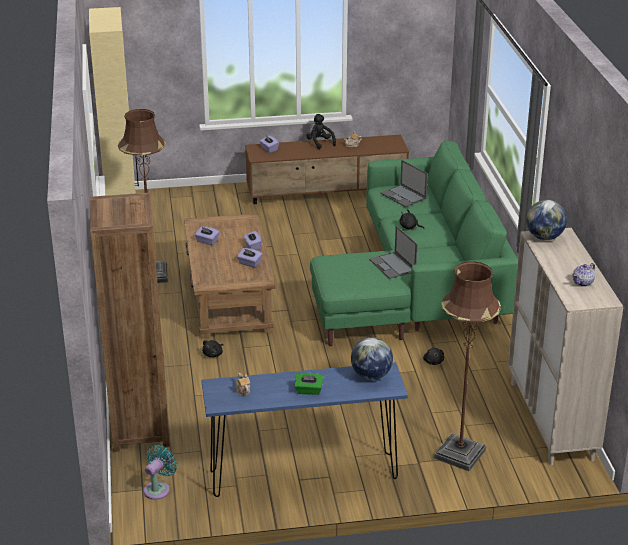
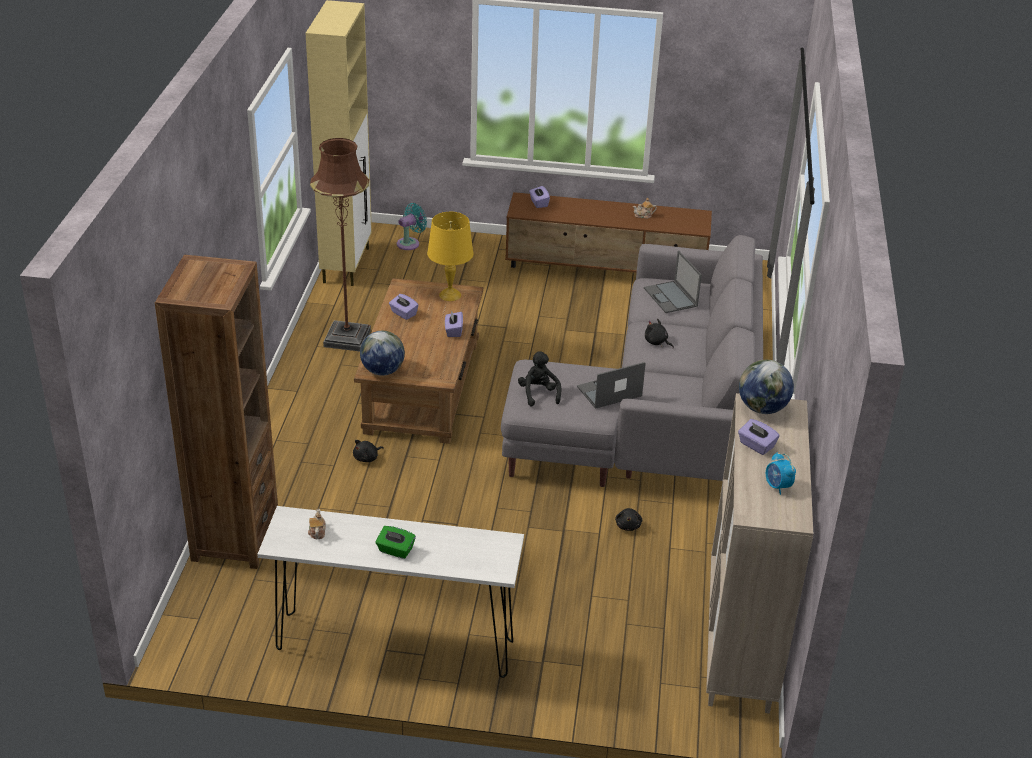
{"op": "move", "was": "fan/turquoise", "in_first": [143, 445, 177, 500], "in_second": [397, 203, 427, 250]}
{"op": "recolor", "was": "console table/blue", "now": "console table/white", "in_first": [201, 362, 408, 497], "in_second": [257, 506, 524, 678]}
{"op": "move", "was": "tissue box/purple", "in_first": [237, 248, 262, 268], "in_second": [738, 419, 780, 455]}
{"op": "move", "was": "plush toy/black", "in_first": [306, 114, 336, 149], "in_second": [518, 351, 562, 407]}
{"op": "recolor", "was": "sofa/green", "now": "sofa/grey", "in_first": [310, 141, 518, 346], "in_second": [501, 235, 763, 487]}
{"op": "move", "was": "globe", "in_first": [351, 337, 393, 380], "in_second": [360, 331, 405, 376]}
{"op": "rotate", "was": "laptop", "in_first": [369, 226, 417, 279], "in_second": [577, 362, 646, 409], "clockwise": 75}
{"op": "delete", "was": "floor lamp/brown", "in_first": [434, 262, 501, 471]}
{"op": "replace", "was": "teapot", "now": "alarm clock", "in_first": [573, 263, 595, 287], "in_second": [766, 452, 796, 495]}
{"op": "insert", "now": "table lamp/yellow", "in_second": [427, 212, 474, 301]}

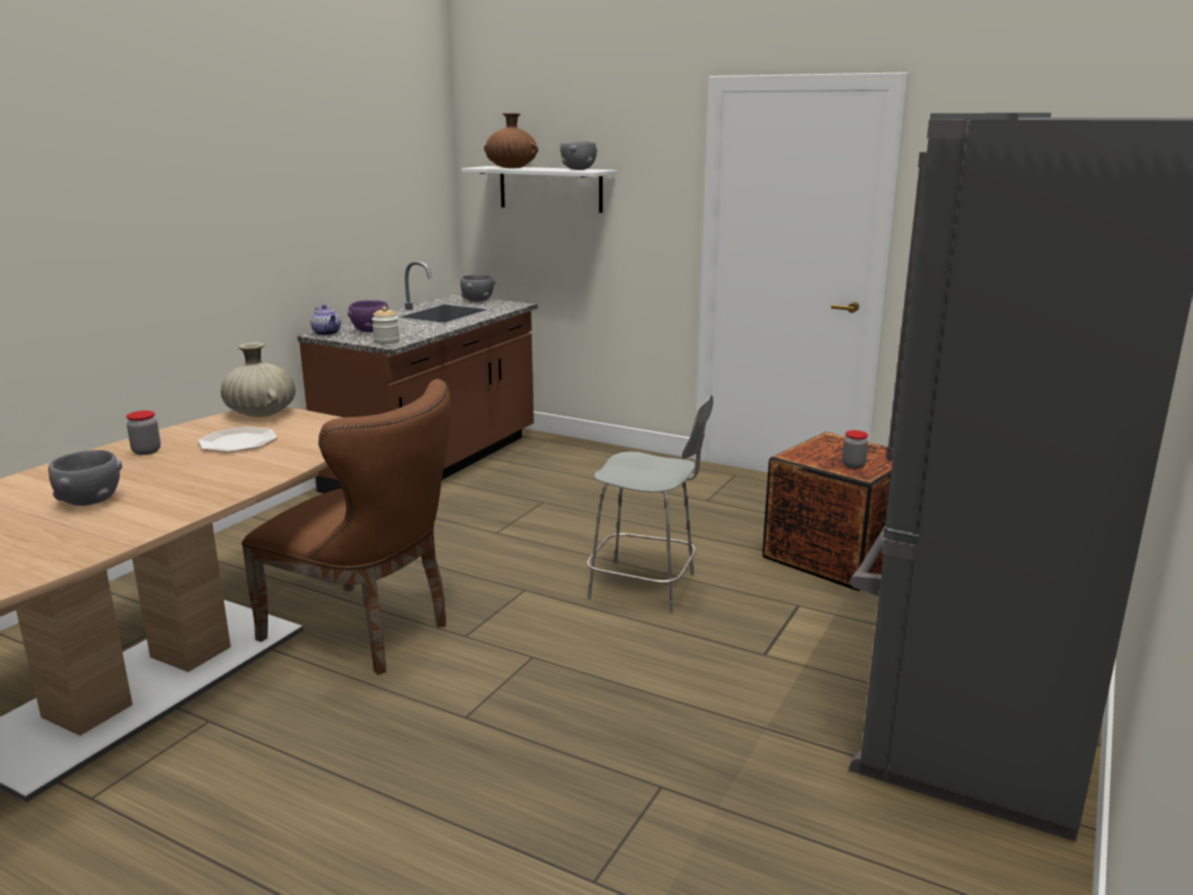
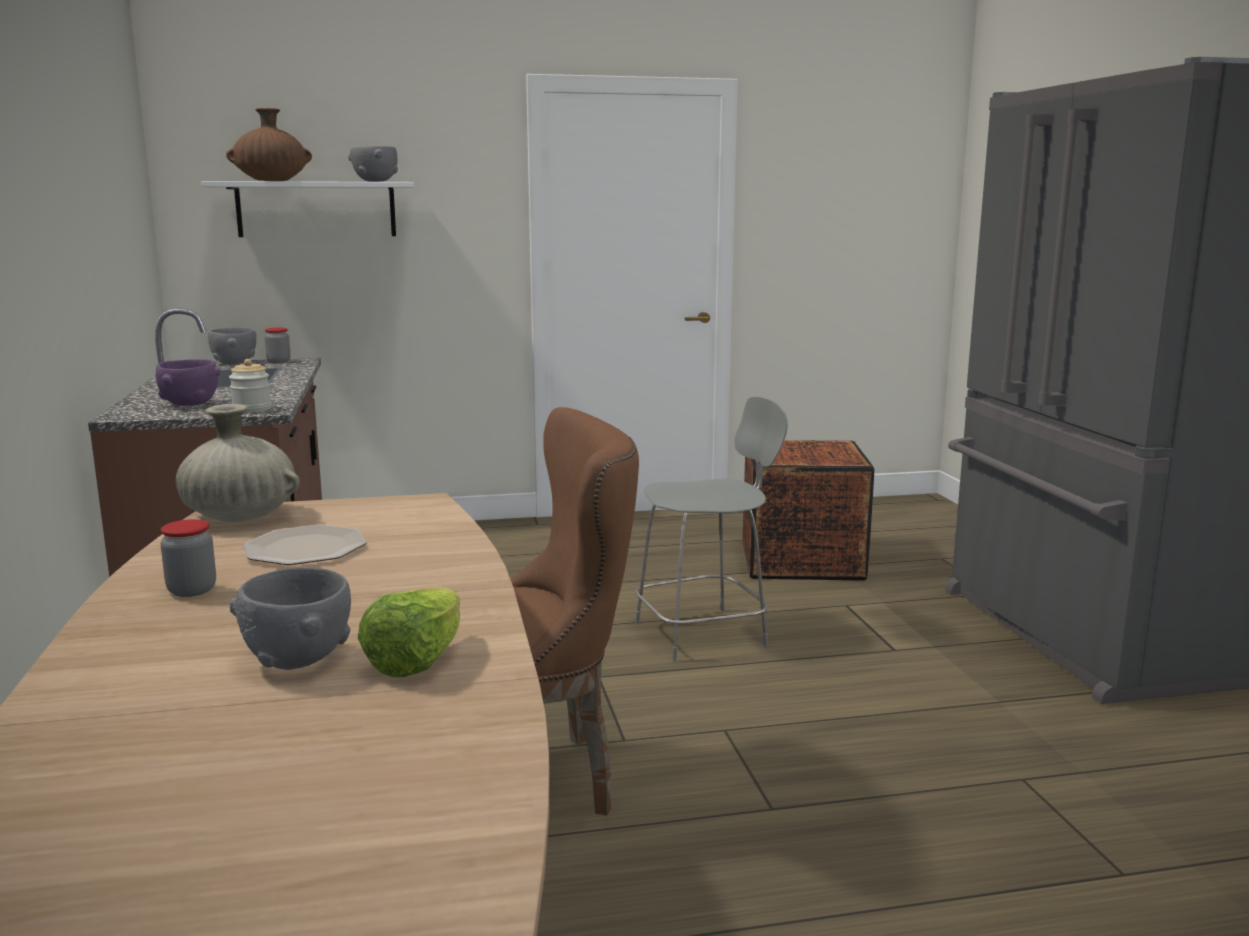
{"op": "delete", "was": "teapot", "in_first": [310, 305, 341, 335]}
{"op": "move", "was": "jar", "in_first": [842, 430, 868, 469], "in_second": [265, 328, 291, 363]}
{"op": "insert", "now": "lettuce", "in_second": [358, 587, 460, 677]}

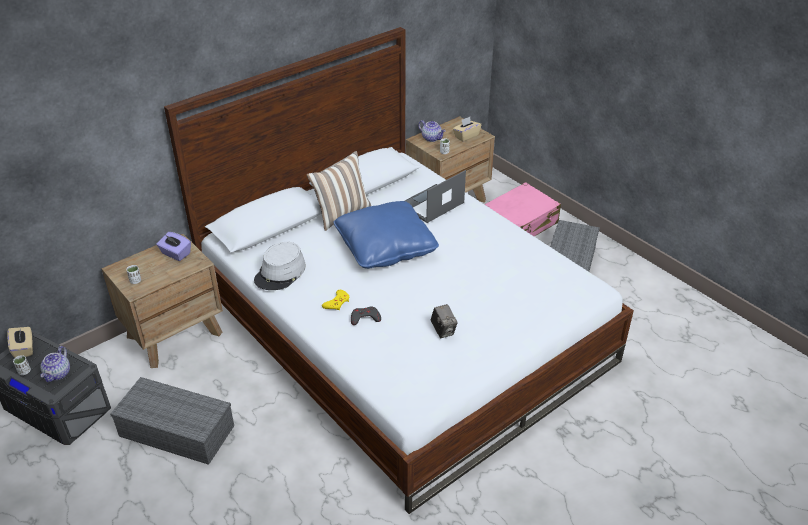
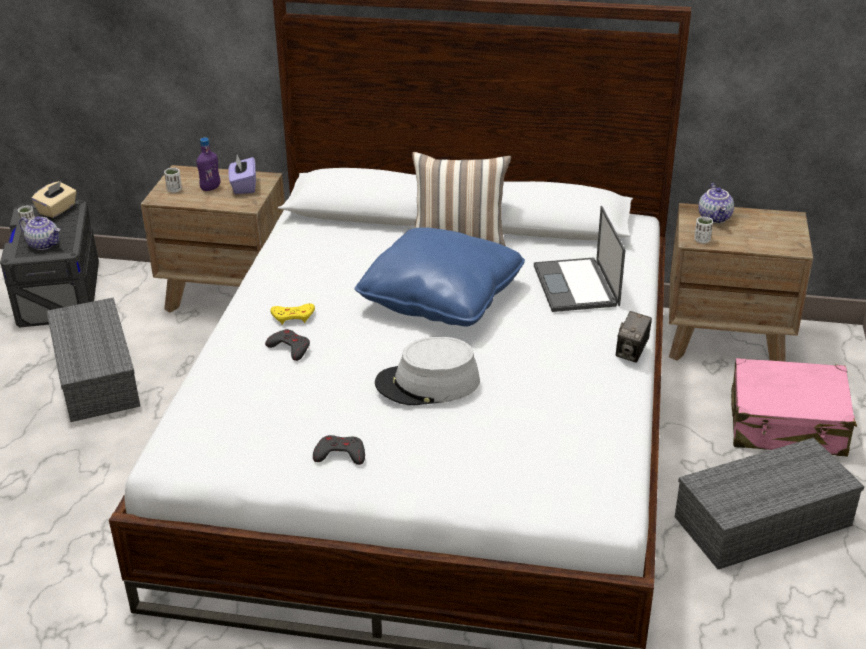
{"op": "rotate", "was": "teapot", "in_first": [40, 346, 70, 382], "in_second": [19, 216, 60, 250], "clockwise": -120}
{"op": "move", "was": "hat/grey", "in_first": [254, 242, 306, 290], "in_second": [375, 337, 480, 405]}
{"op": "rotate", "was": "laptop", "in_first": [405, 170, 466, 223], "in_second": [534, 206, 626, 312], "clockwise": -105}
{"op": "move", "was": "photo camera", "in_first": [431, 304, 458, 338], "in_second": [616, 311, 652, 363]}
{"op": "delete", "was": "tissue box/beige", "in_first": [453, 117, 481, 142]}
{"op": "insert", "now": "bottle/purple", "in_second": [197, 138, 221, 191]}
{"op": "insert", "now": "game controller/grey", "in_second": [313, 435, 365, 465]}

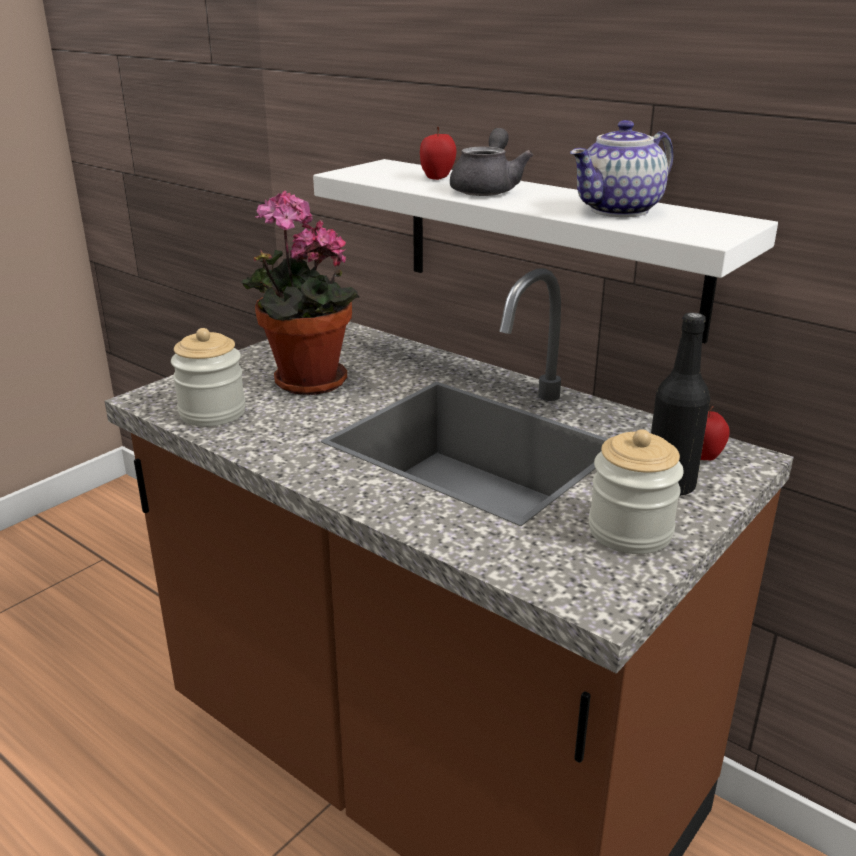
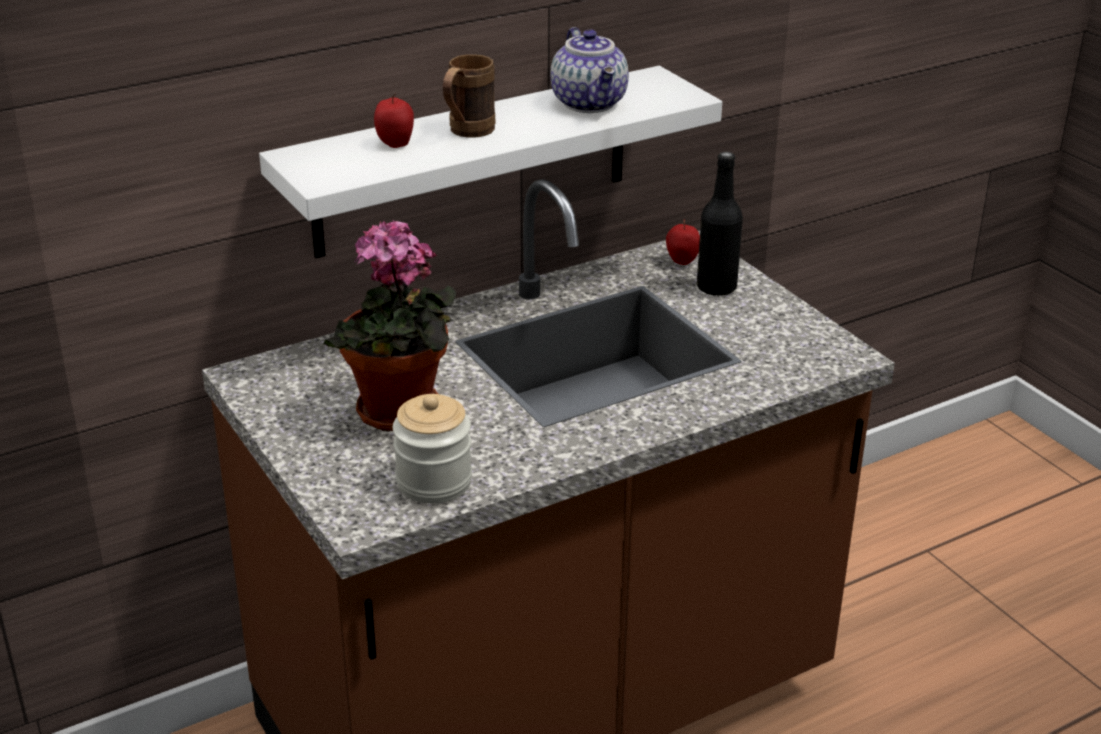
{"op": "replace", "was": "teapot/grey", "now": "mug/brown", "in_first": [450, 128, 533, 196], "in_second": [443, 54, 495, 138]}
{"op": "delete", "was": "jar", "in_first": [589, 429, 684, 554]}

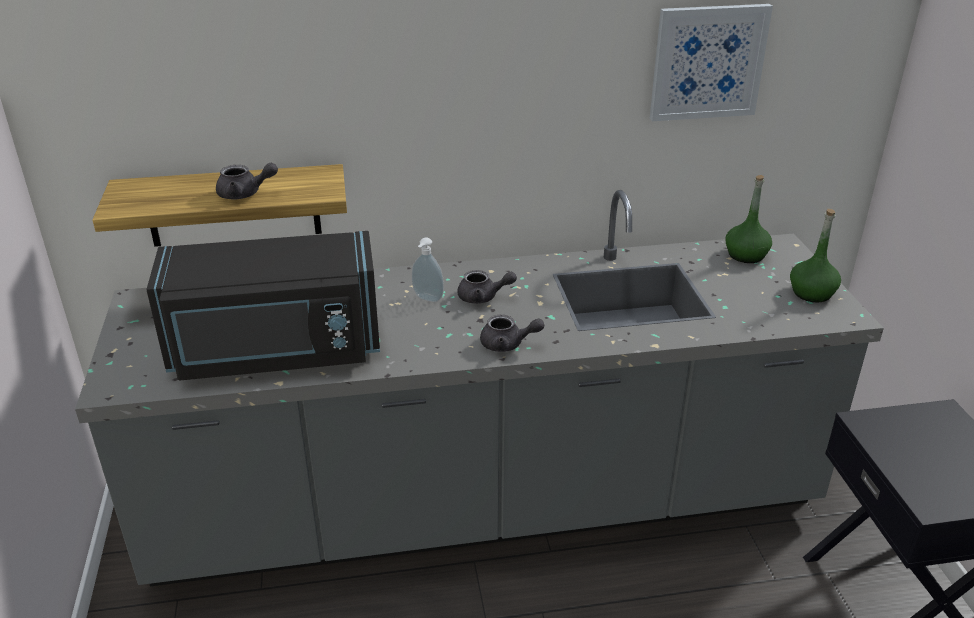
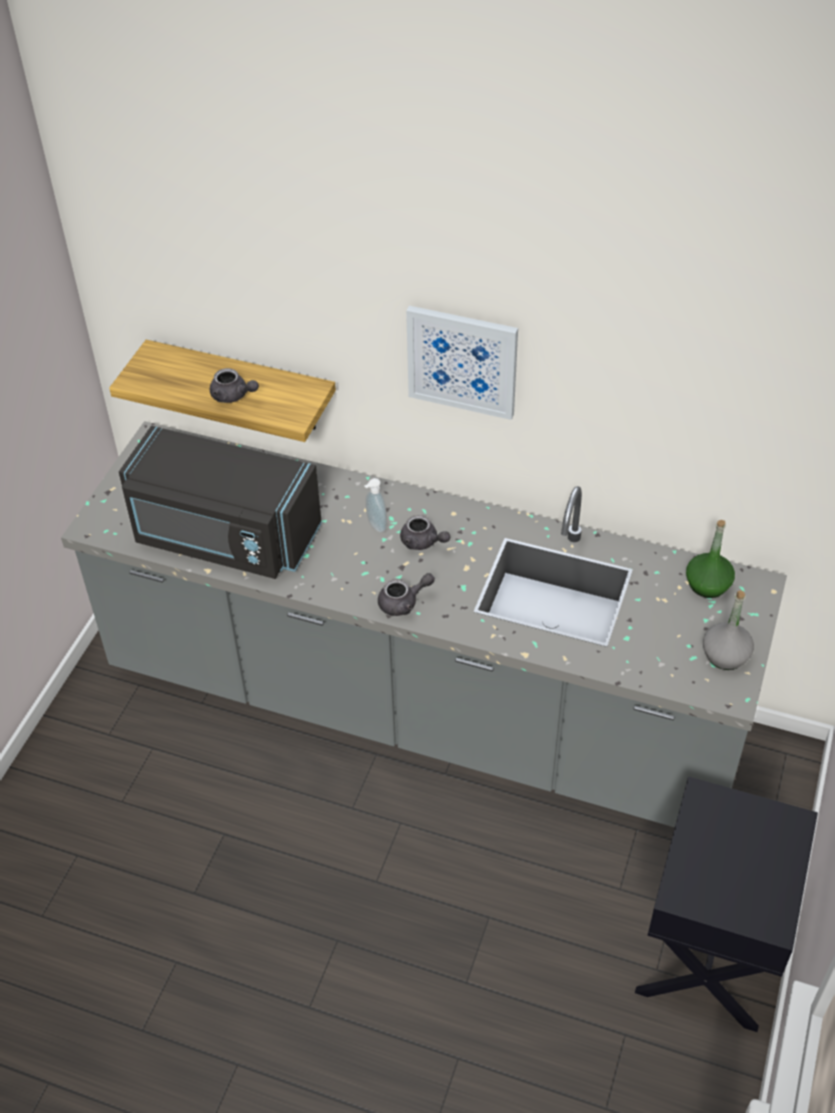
{"op": "rotate", "was": "teapot/grey", "in_first": [480, 315, 544, 352], "in_second": [378, 573, 435, 616], "clockwise": -60}
{"op": "move", "was": "picture", "in_first": [650, 4, 773, 121], "in_second": [406, 306, 518, 420]}
{"op": "recolor", "was": "bottle/green", "now": "bottle/grey", "in_first": [790, 209, 841, 302], "in_second": [703, 590, 754, 670]}

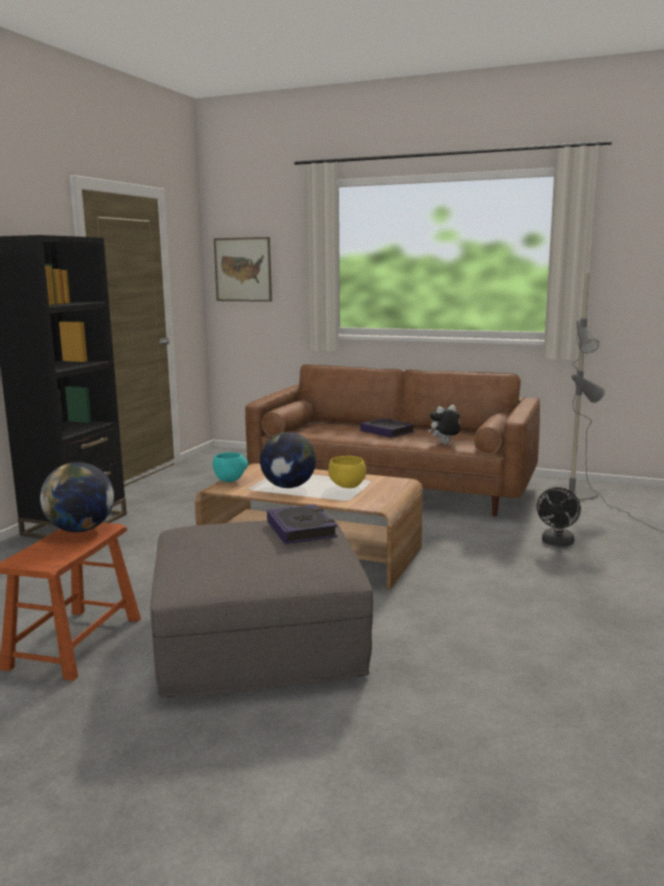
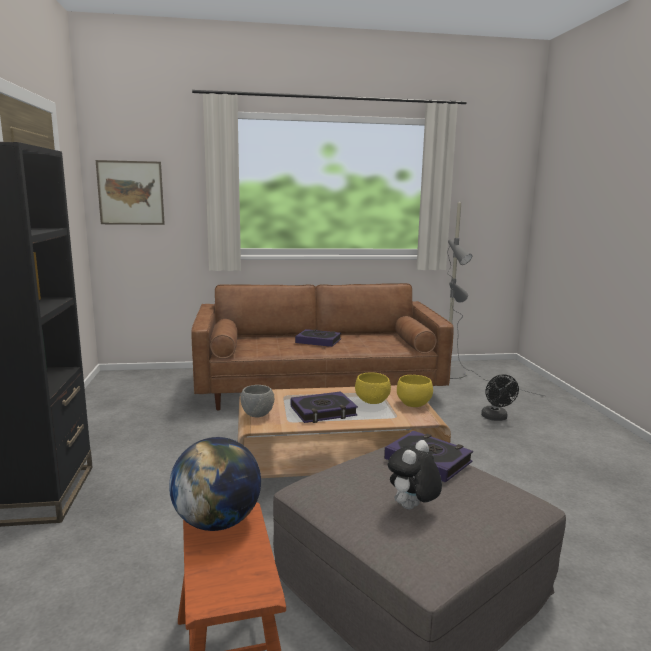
{"op": "recolor", "was": "bowl/turquoise", "now": "bowl/grey", "in_first": [213, 452, 248, 482], "in_second": [240, 385, 274, 418]}
{"op": "replace", "was": "globe", "now": "book", "in_first": [260, 432, 316, 488], "in_second": [291, 391, 358, 423]}
{"op": "move", "was": "plush toy", "in_first": [428, 405, 461, 443], "in_second": [388, 440, 442, 509]}
{"op": "insert", "now": "bowl/yellow", "in_second": [397, 375, 433, 407]}

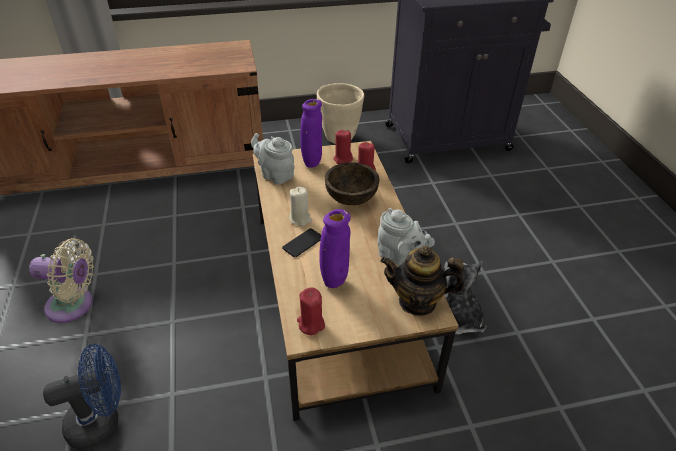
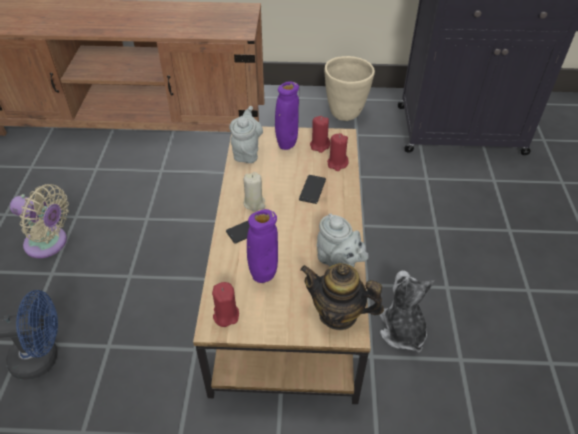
{"op": "rotate", "was": "teapot/grey", "in_first": [251, 133, 295, 184], "in_second": [229, 106, 263, 163], "clockwise": 45}
{"op": "replace", "was": "bowl/brown", "now": "phone", "in_first": [324, 162, 380, 205], "in_second": [299, 175, 326, 204]}

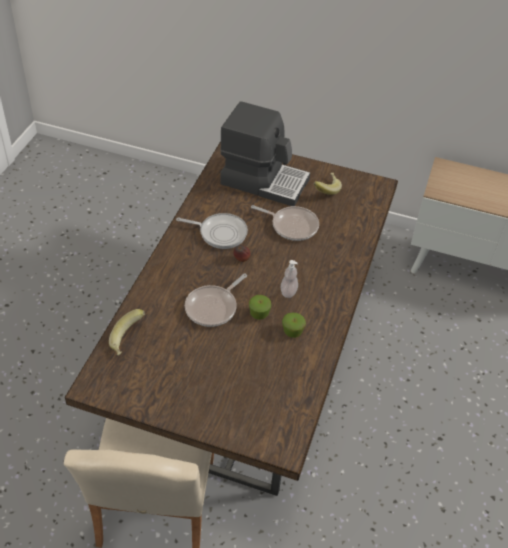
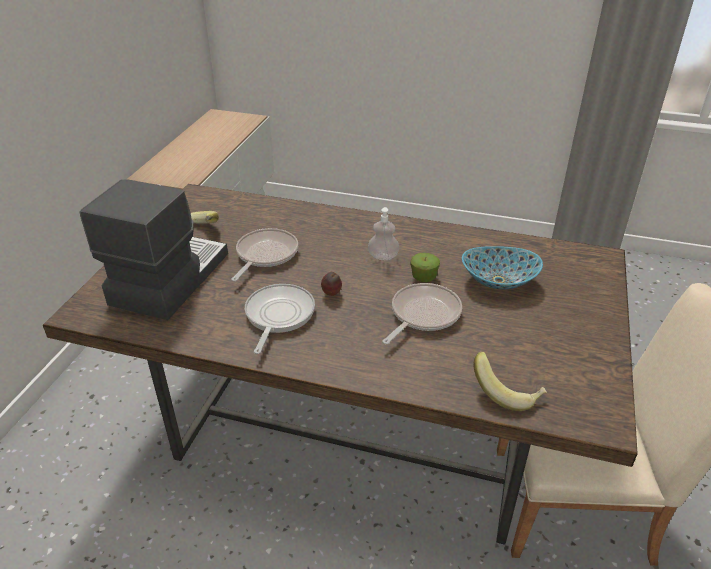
{"op": "rotate", "was": "frying pan", "in_first": [185, 274, 247, 327], "in_second": [382, 283, 462, 344], "clockwise": -90}
{"op": "delete", "was": "apple", "in_first": [282, 313, 306, 338]}
{"op": "insert", "now": "bowl", "in_second": [462, 246, 543, 289]}

